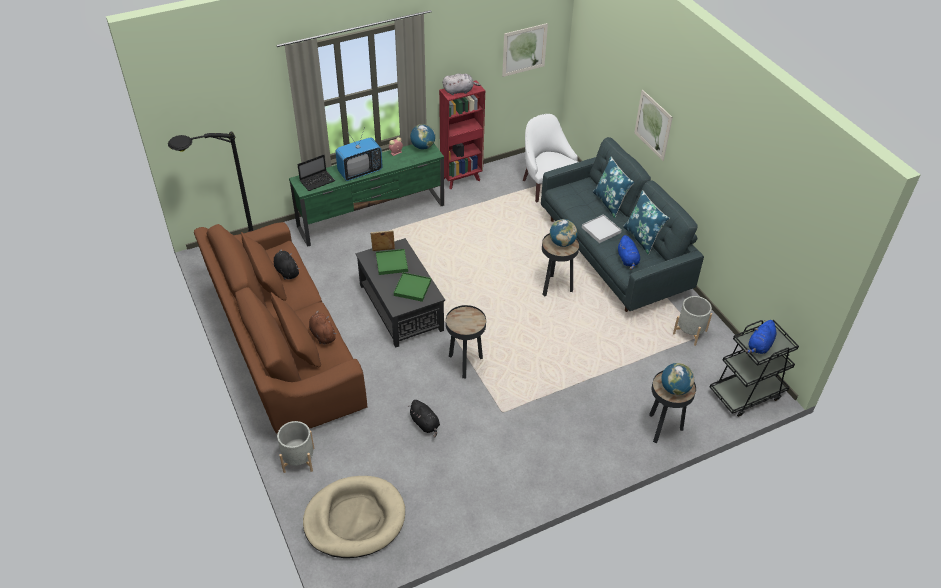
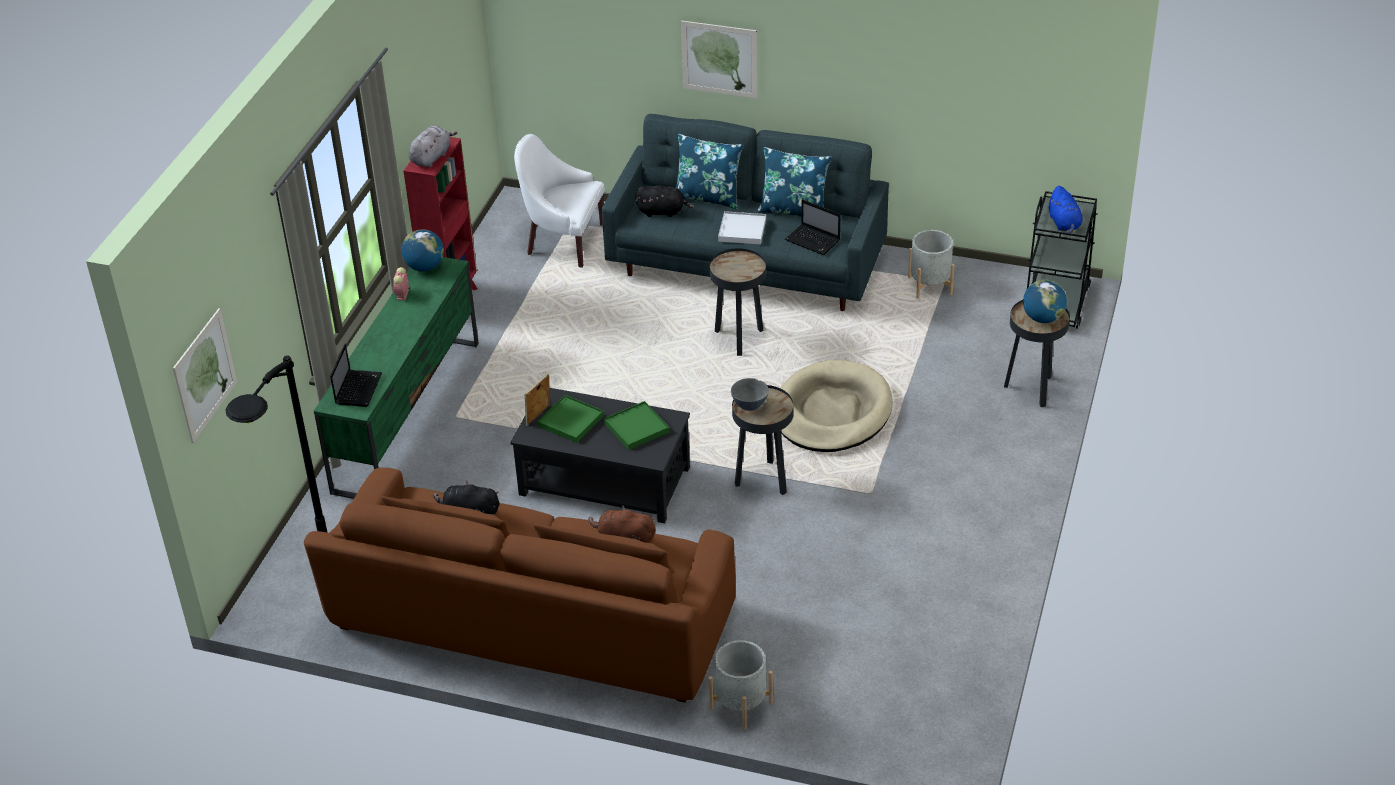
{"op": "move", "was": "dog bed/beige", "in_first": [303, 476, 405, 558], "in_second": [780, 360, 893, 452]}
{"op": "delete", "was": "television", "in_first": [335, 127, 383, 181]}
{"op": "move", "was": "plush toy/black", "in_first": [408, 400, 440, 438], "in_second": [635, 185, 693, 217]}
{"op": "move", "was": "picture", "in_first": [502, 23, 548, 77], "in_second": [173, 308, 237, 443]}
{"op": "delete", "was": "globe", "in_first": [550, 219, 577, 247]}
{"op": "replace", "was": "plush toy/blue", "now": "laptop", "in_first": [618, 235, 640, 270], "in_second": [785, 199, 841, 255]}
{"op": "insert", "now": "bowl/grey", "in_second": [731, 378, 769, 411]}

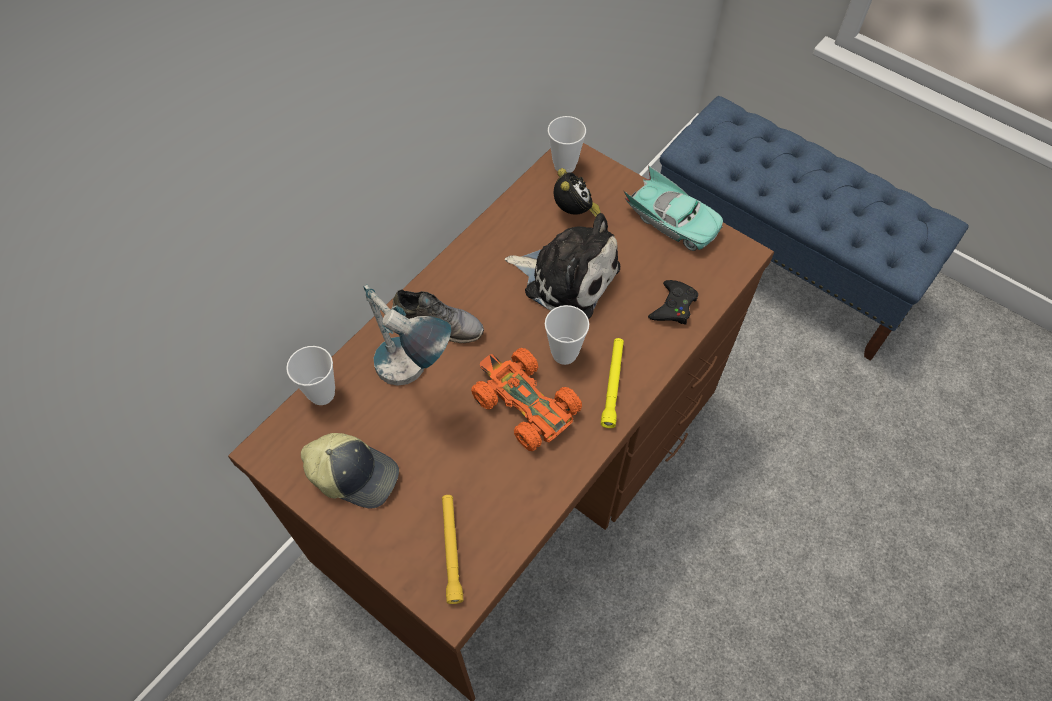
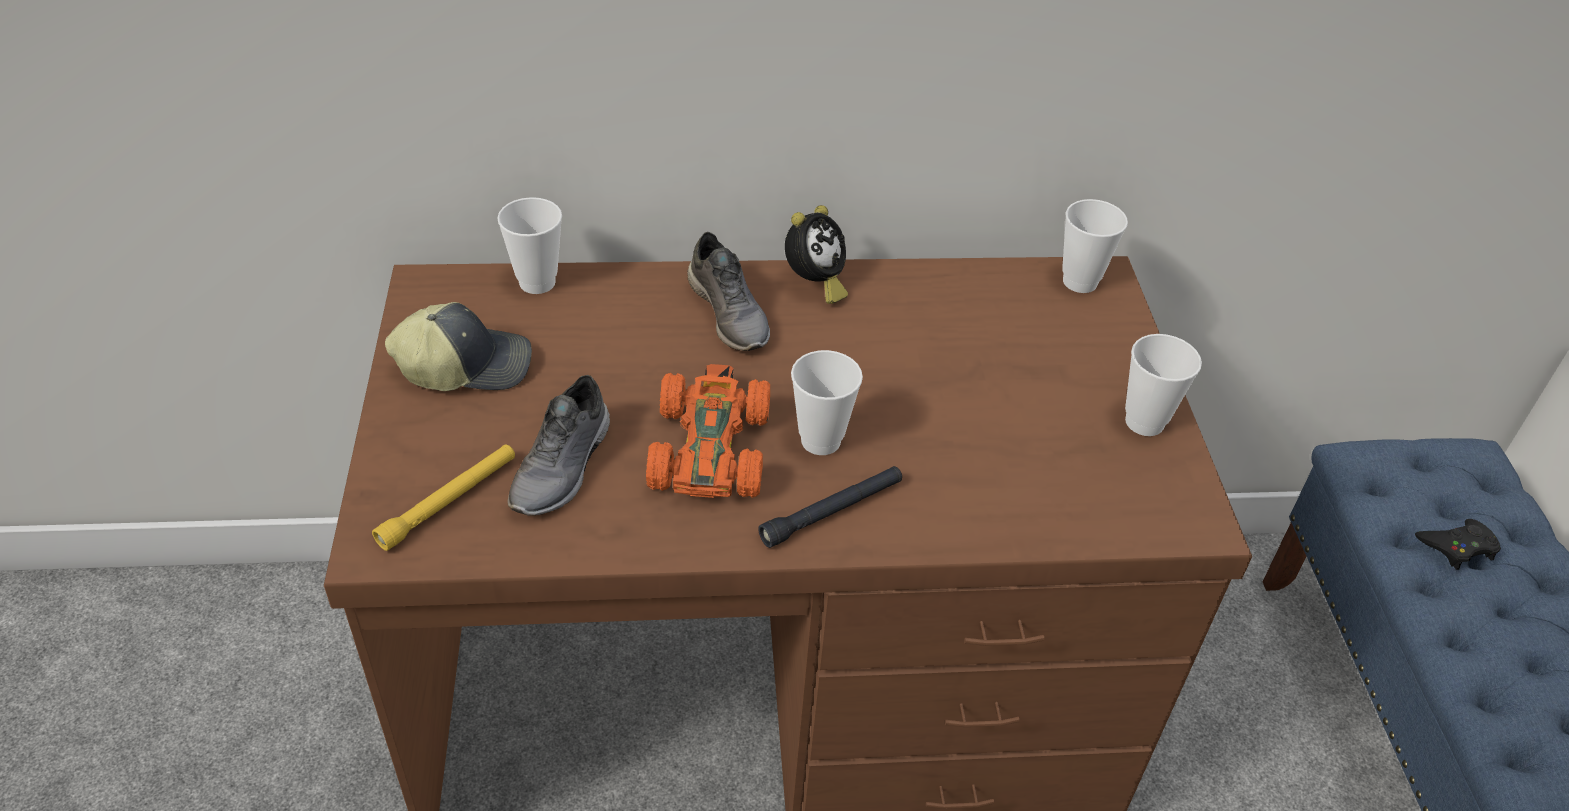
{"op": "rotate", "was": "cap", "in_first": [301, 433, 399, 509], "in_second": [385, 302, 532, 391], "clockwise": -75}
{"op": "delete", "was": "table lamp", "in_first": [364, 285, 451, 386]}
{"op": "delete", "was": "plush toy", "in_first": [505, 213, 620, 319]}
{"op": "move", "was": "alarm clock", "in_first": [554, 168, 601, 217], "in_second": [785, 205, 848, 304]}
{"op": "recolor", "was": "flashlight/yellow", "now": "flashlight/black", "in_first": [601, 338, 624, 428], "in_second": [758, 466, 902, 548]}
{"op": "replace", "was": "toy car/turquoise", "now": "cup", "in_first": [623, 165, 723, 251], "in_second": [1125, 334, 1202, 436]}
{"op": "move", "was": "game controller/black", "in_first": [648, 280, 698, 325], "in_second": [1415, 519, 1501, 570]}
{"op": "insert", "now": "shoe/grey", "in_second": [507, 375, 610, 516]}

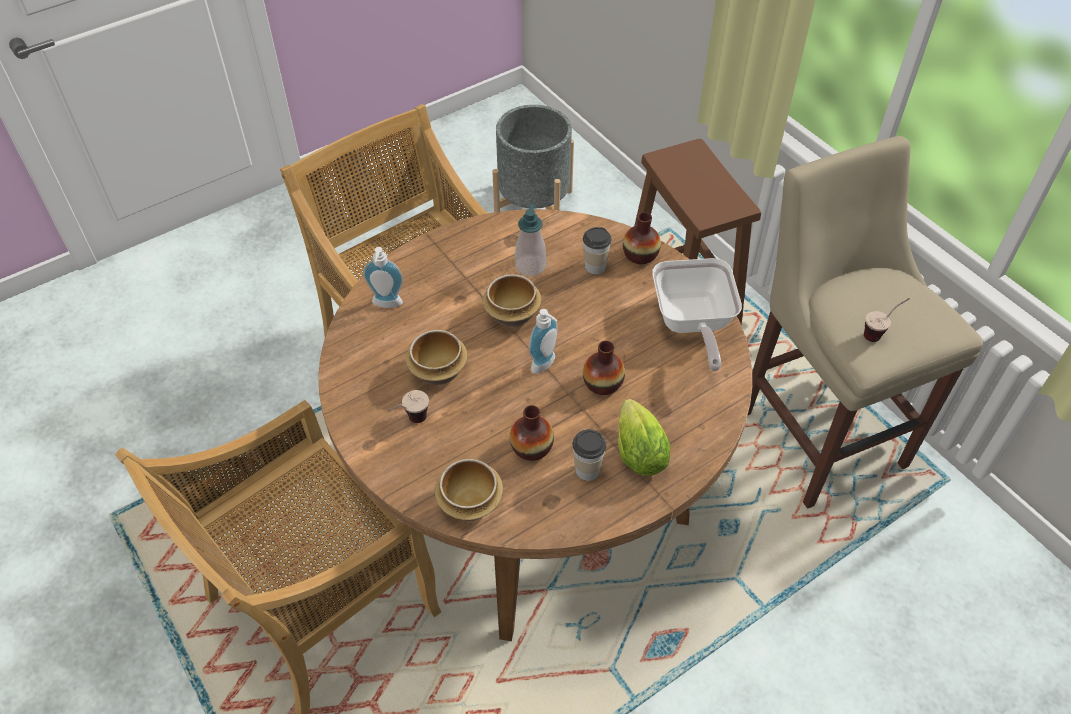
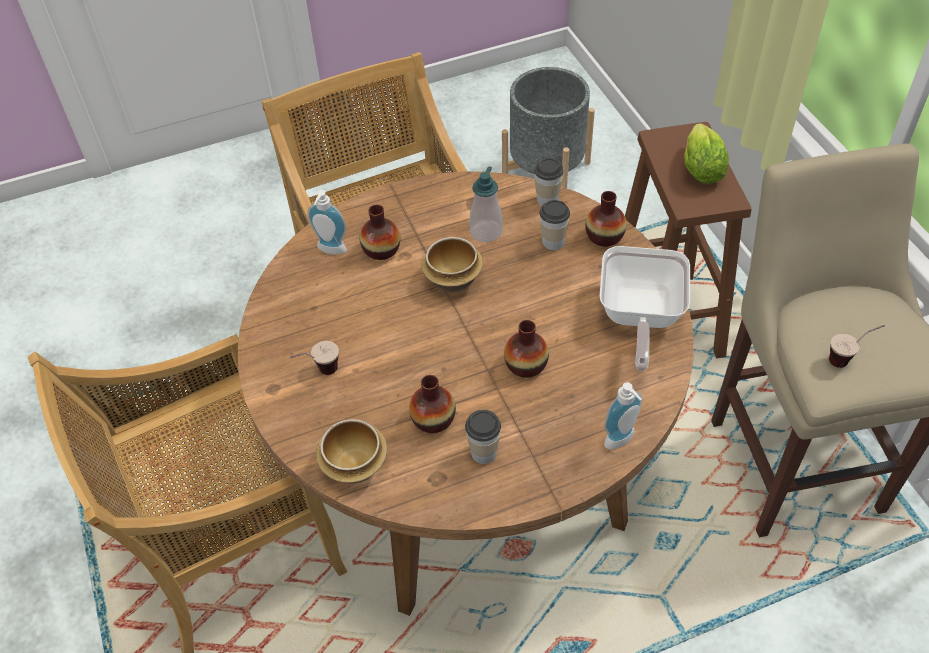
{"op": "delete", "was": "bowl", "in_first": [406, 330, 467, 385]}
{"op": "move", "was": "soap dispenser", "in_first": [529, 309, 558, 374], "in_second": [604, 382, 642, 449]}
{"op": "move", "was": "lettuce", "in_first": [618, 399, 670, 476], "in_second": [685, 123, 729, 184]}
{"op": "insert", "now": "vase", "in_second": [360, 205, 400, 260]}
{"op": "insert", "now": "cup", "in_second": [534, 158, 564, 206]}

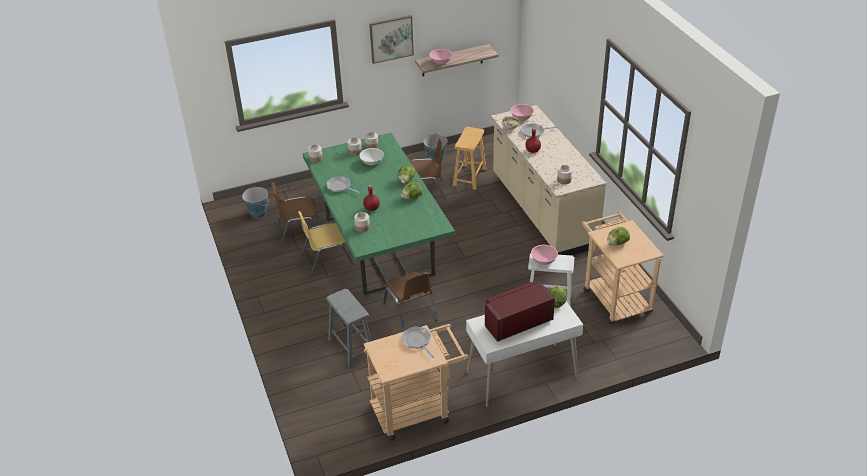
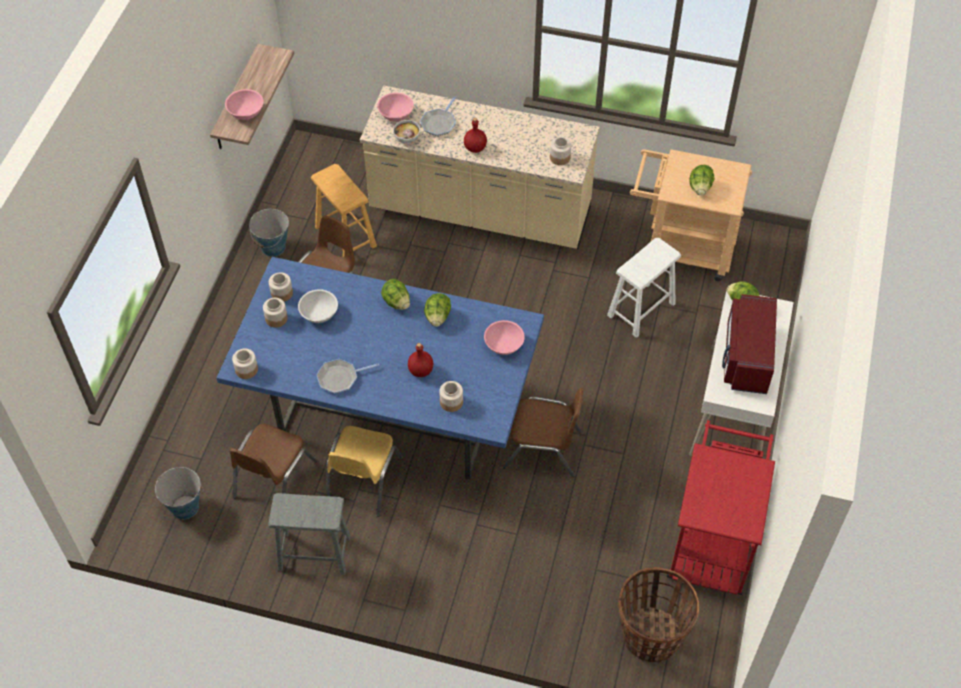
{"op": "recolor", "was": "dining table/green", "now": "dining table/blue", "in_first": [303, 133, 455, 295], "in_second": [216, 257, 544, 479]}
{"op": "move", "was": "stool/grey", "in_first": [326, 289, 372, 367], "in_second": [268, 493, 351, 575]}
{"op": "recolor", "was": "cart/beige", "now": "cart/red", "in_first": [364, 324, 469, 441], "in_second": [667, 420, 775, 595]}
{"op": "delete", "was": "picture", "in_first": [369, 15, 414, 64]}
{"op": "delete", "was": "frying pan", "in_first": [401, 326, 434, 358]}
{"op": "move", "was": "bowl/pink", "in_first": [531, 245, 558, 265], "in_second": [484, 320, 525, 355]}
{"op": "insert", "now": "basket", "in_second": [618, 567, 699, 663]}

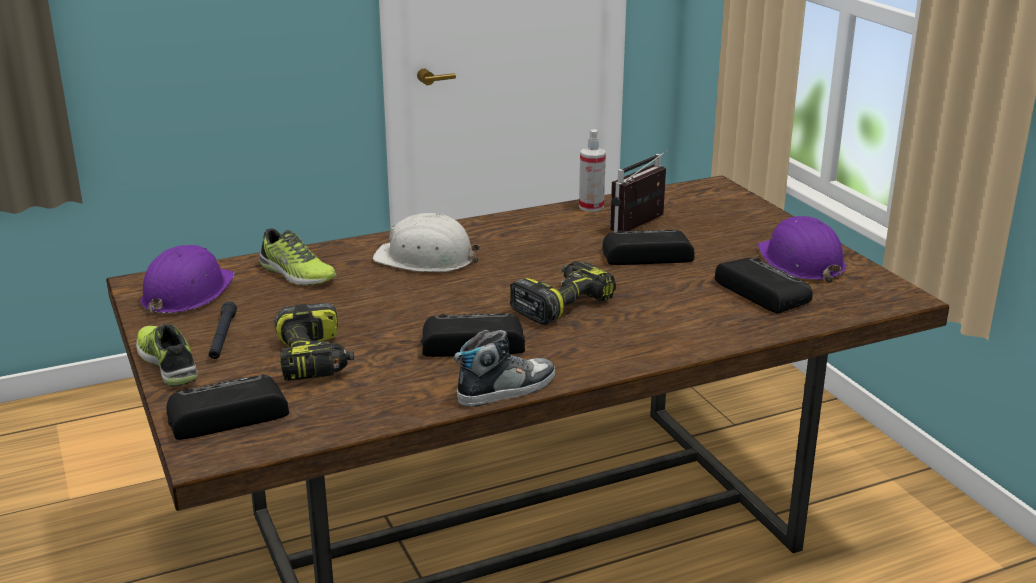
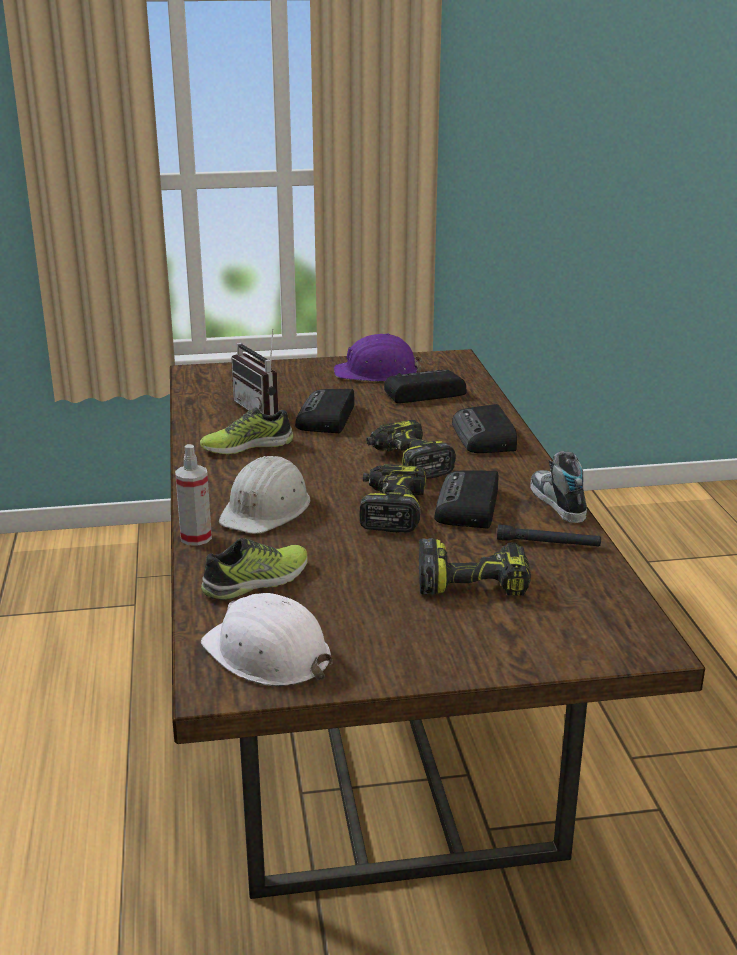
{"op": "move", "was": "shoe", "in_first": [136, 324, 198, 387], "in_second": [200, 407, 293, 455]}
{"op": "recolor", "was": "hard hat/purple", "now": "hard hat/white", "in_first": [140, 245, 235, 316], "in_second": [201, 593, 333, 686]}
{"op": "move", "was": "radio", "in_first": [167, 375, 289, 440], "in_second": [452, 404, 517, 453]}
{"op": "move", "was": "flashlight/black", "in_first": [209, 301, 237, 359], "in_second": [497, 525, 601, 547]}
{"op": "move", "was": "spray bottle", "in_first": [579, 129, 606, 212], "in_second": [175, 444, 212, 546]}
{"op": "insert", "now": "power drill", "in_second": [360, 464, 426, 532]}

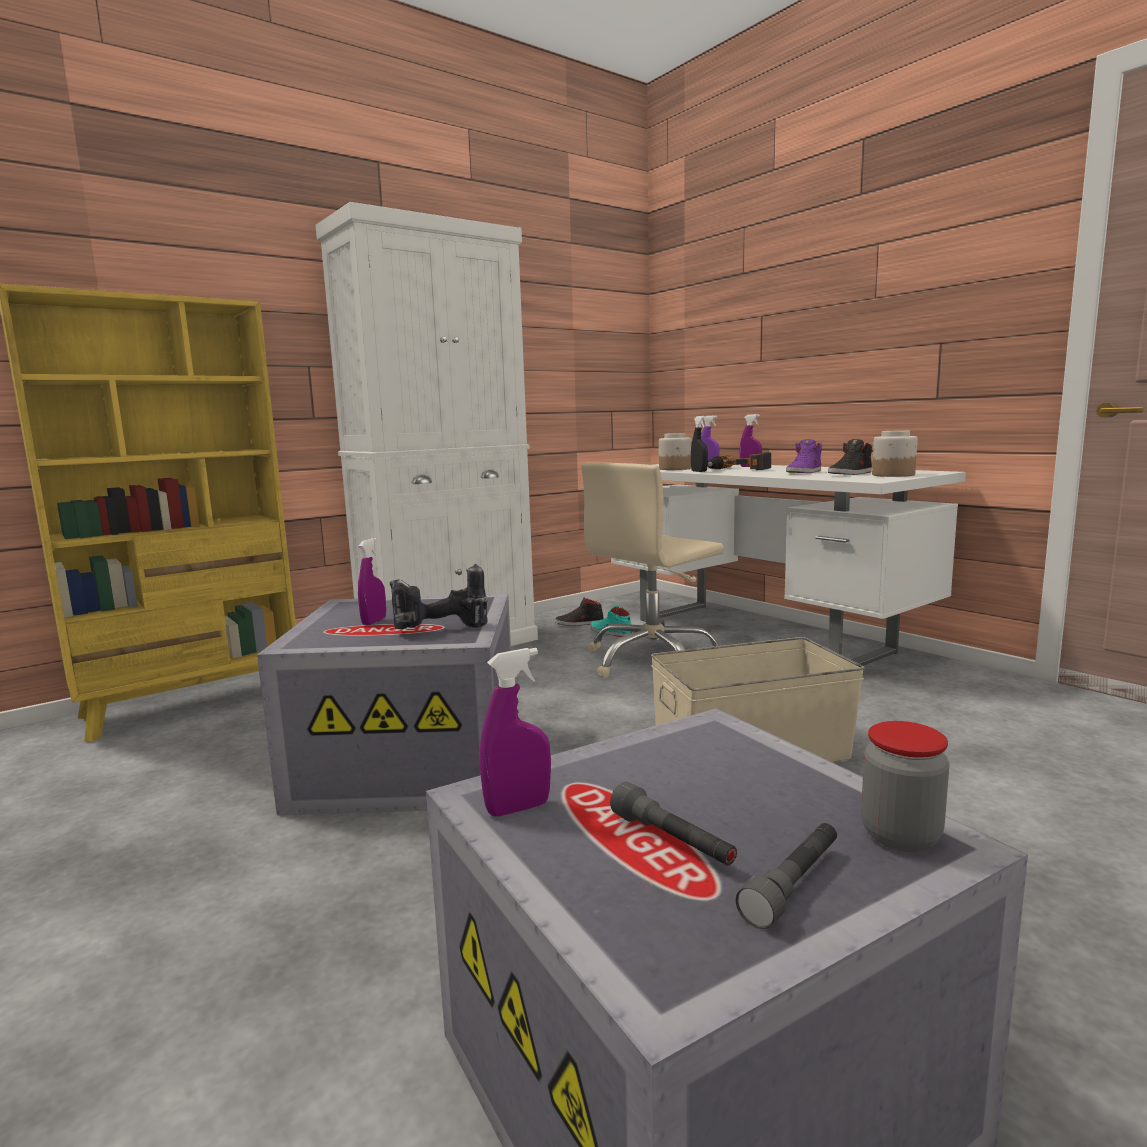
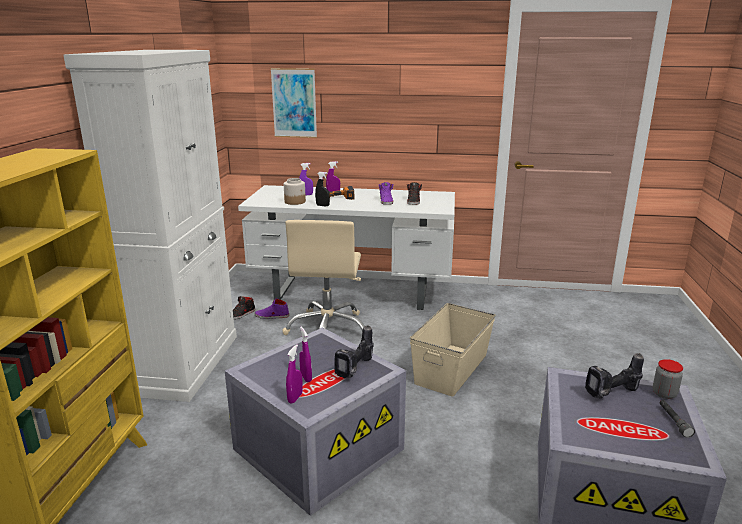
{"op": "move", "was": "spray bottle/purple", "in_first": [480, 648, 551, 816], "in_second": [286, 344, 303, 404]}
{"op": "recolor", "was": "shoe/turquoise", "now": "shoe/purple", "in_first": [590, 606, 632, 637], "in_second": [255, 298, 289, 319]}
{"op": "delete", "was": "flashlight/grey", "in_first": [610, 782, 737, 866]}
{"op": "delete", "was": "jar", "in_first": [872, 430, 917, 477]}
{"op": "insert", "now": "picture", "in_second": [270, 68, 317, 138]}
{"op": "insert", "now": "power drill", "in_second": [585, 353, 644, 398]}

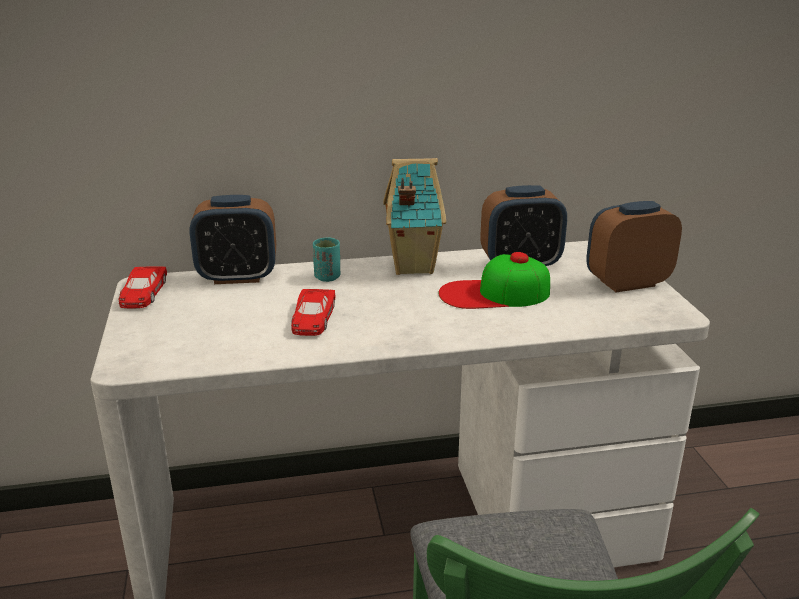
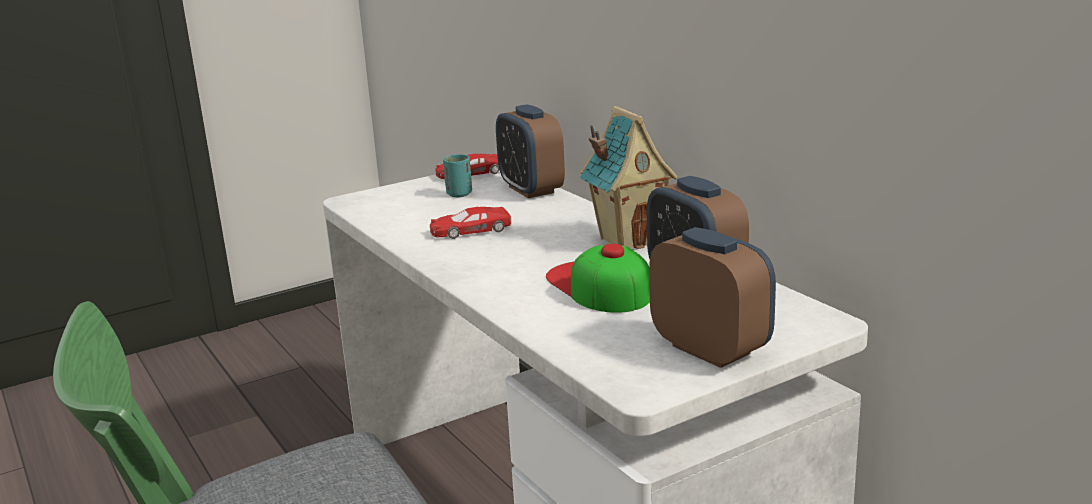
{"op": "move", "was": "cup/turquoise", "in_first": [313, 238, 340, 282], "in_second": [443, 154, 472, 197]}

